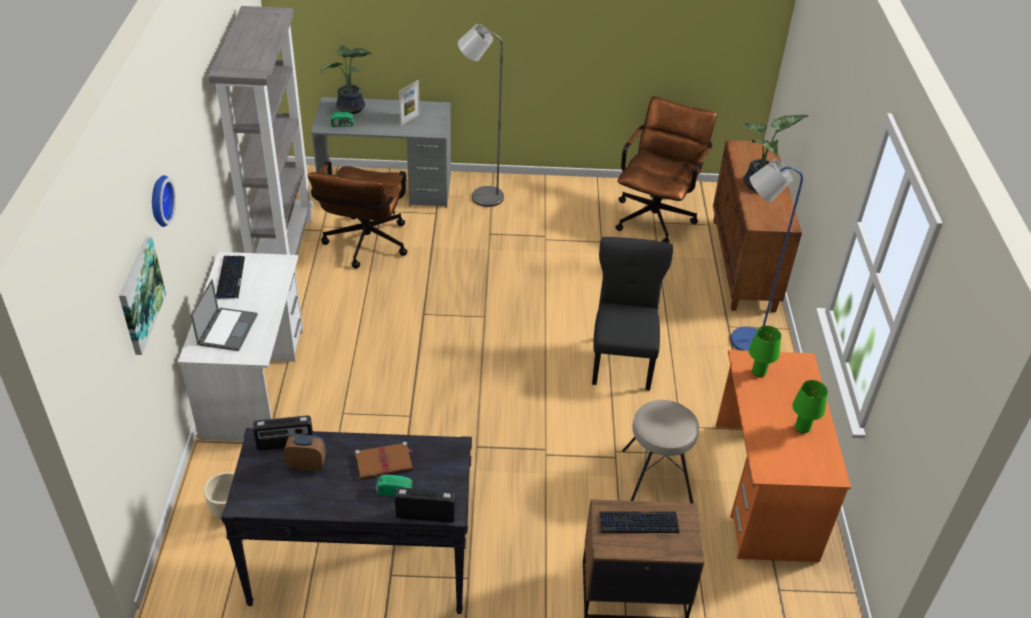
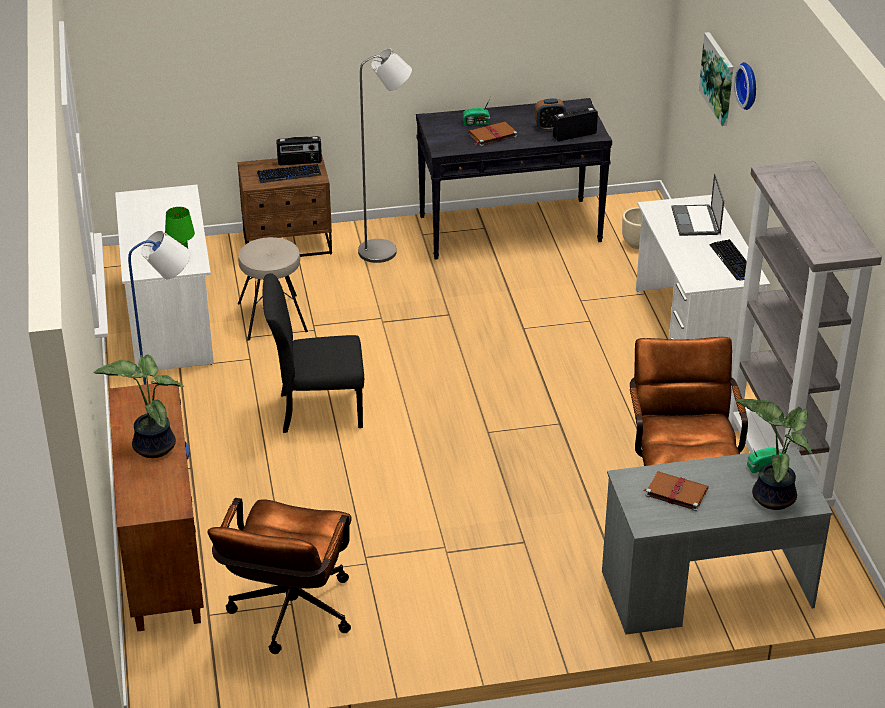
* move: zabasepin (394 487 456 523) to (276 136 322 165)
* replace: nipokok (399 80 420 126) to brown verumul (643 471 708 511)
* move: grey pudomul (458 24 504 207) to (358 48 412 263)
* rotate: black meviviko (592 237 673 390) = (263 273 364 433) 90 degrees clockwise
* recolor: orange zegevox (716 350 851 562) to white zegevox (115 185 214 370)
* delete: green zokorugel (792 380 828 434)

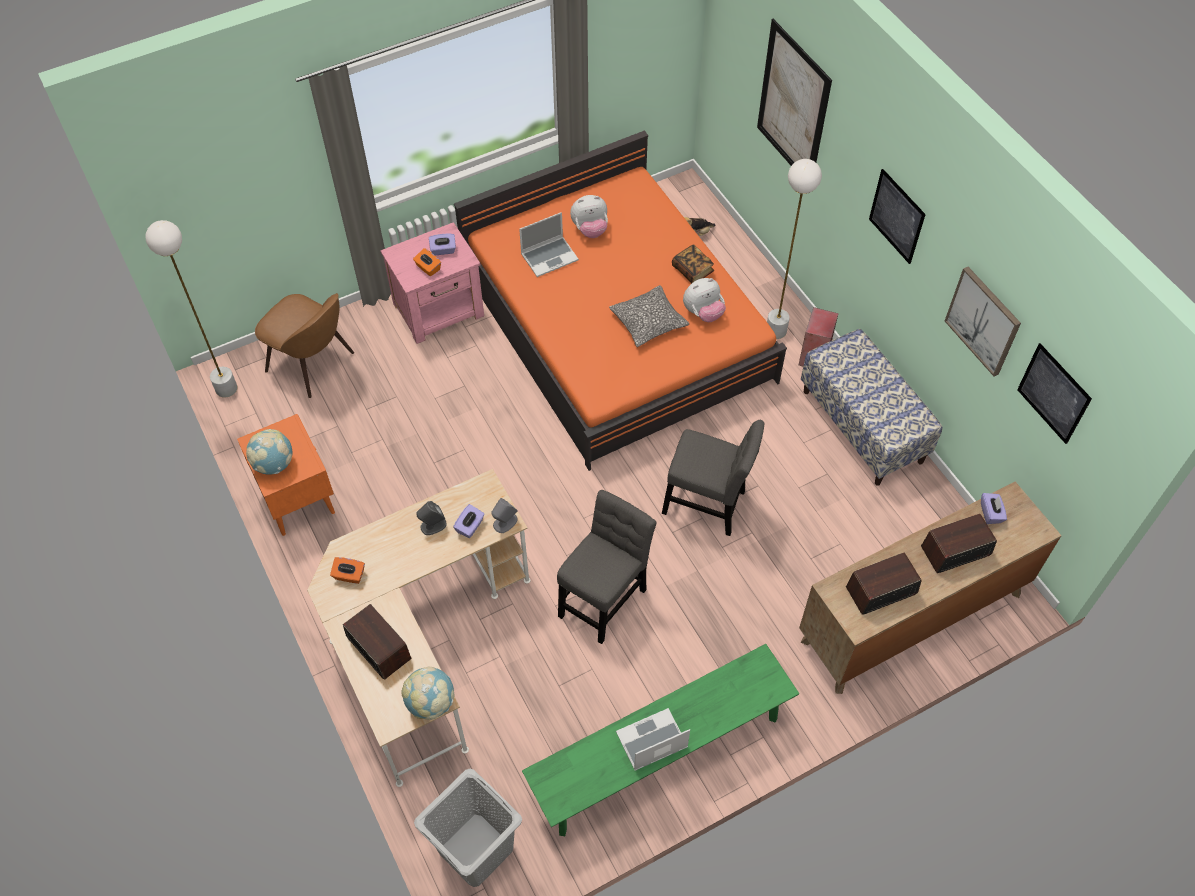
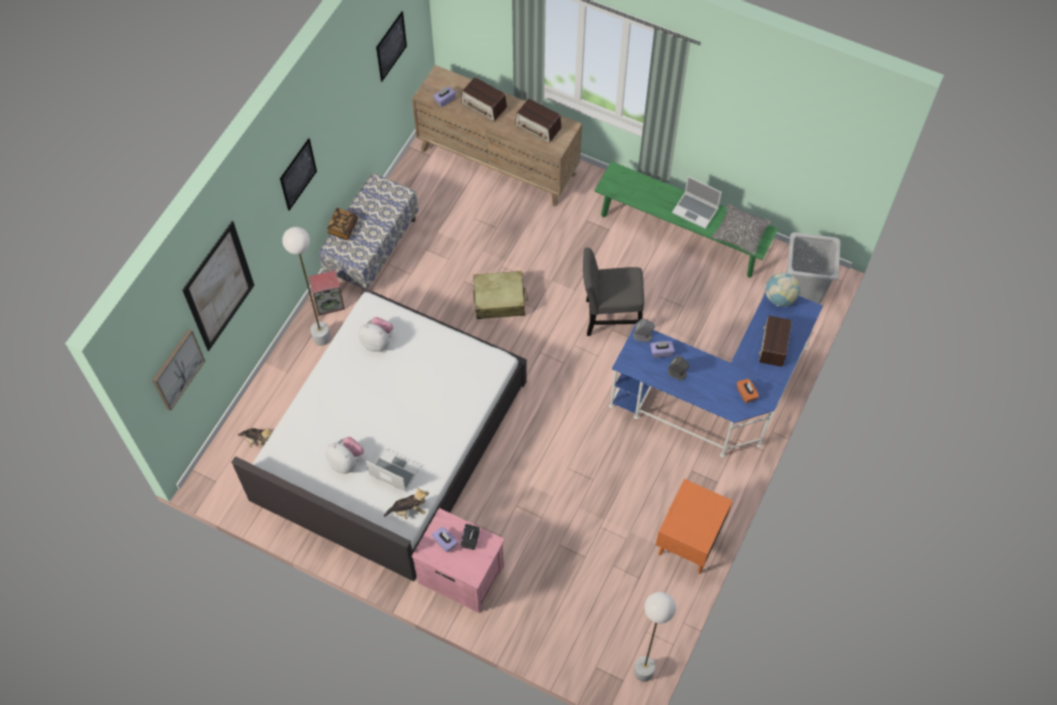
* delete: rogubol (246 429 292 475)
* delete: brown meviviko (255 293 354 398)
* recolor: beige zegevox (307 469 531 787) to blue zegevox (609 292 823 458)
* recolor: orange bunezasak (413 248 441 276) to black bunezasak (461 524 480 550)
* recolor: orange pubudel (454 131 787 471) to white pubudel (231 288 527 581)
* move: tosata (609 285 689 347) to (712 204 772 255)
* replace: grey meviviko (662 420 765 536) to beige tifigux (473 271 528 319)
* move: verumul (672 244 714 284) to (327 208 358 240)
* move: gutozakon (945 267 1021 376) to (152 329 205 411)
* insert: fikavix (384 488 429 519)

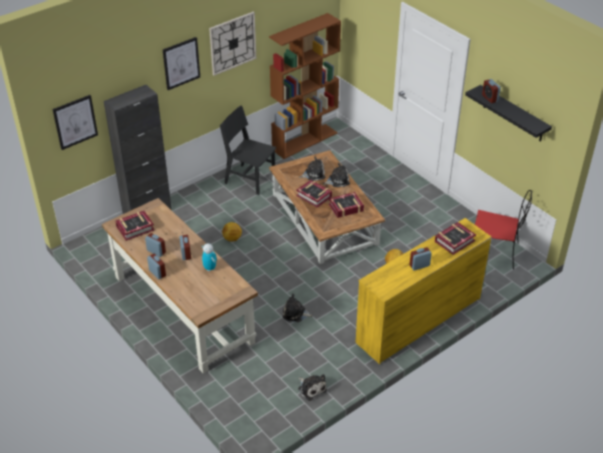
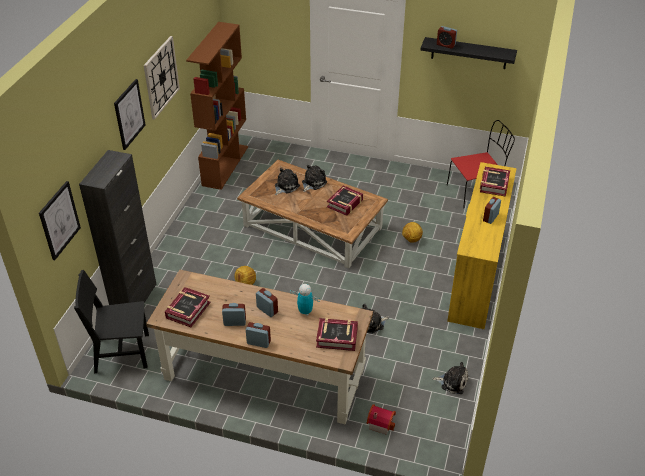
* move: black meviviko (220 106 276 195) to (74 270 149 373)
* move: verumul (296 180 332 208) to (316 318 358 351)
* insert: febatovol (367 404 396 435)

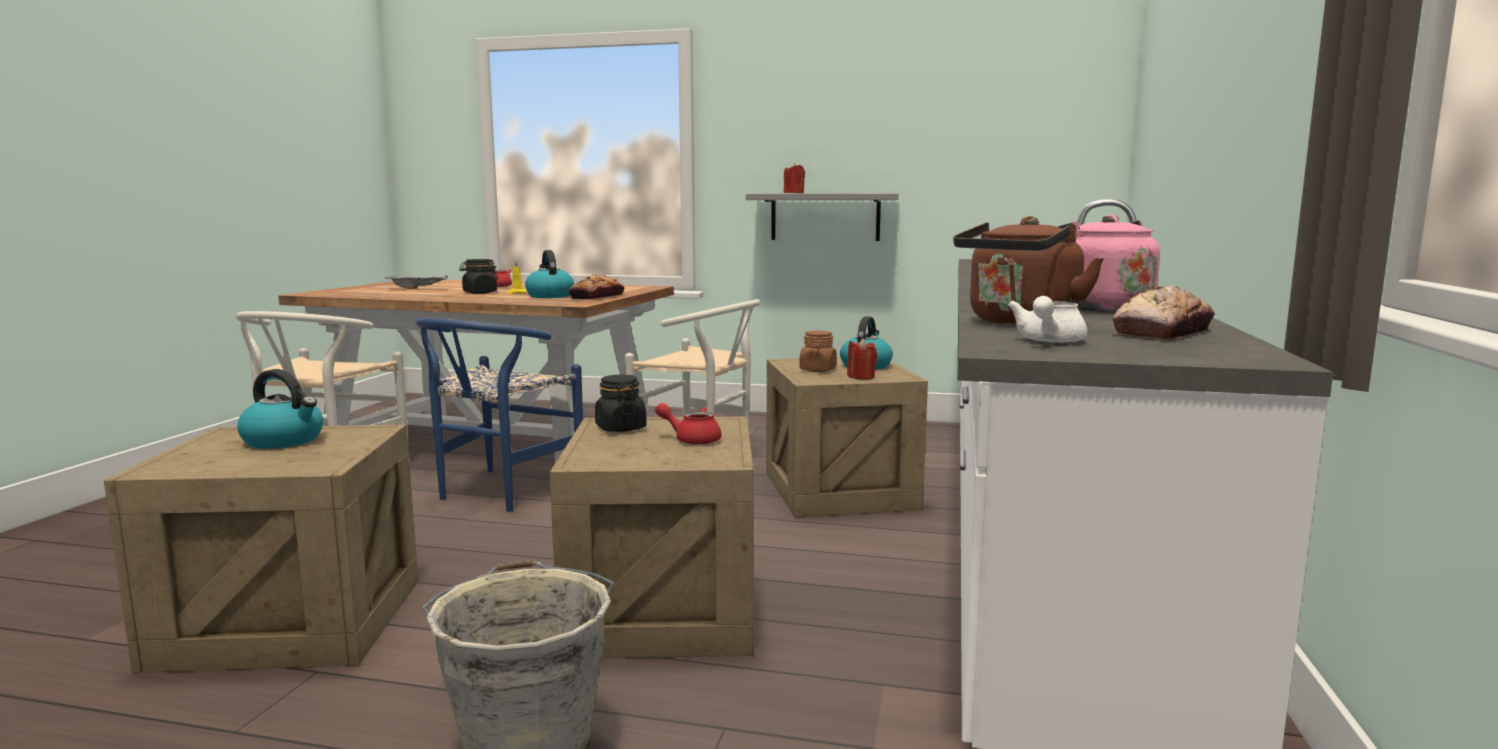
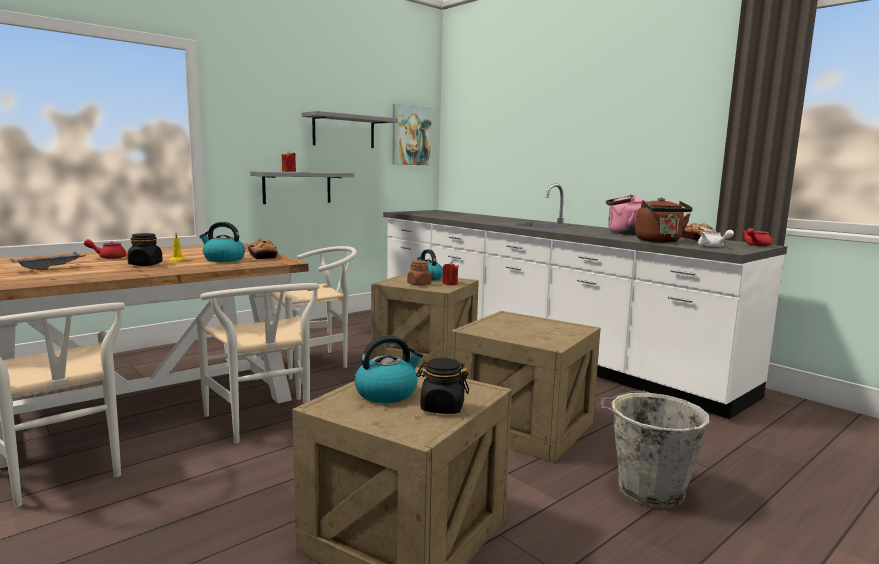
* recolor: blue meviviko (416 318 583 512) to white meviviko (197 283 319 443)
* move: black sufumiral (595 374 647 432) to (416 358 469 414)
* move: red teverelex (655 403 721 445) to (742 228 772 247)
* insert: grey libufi (302 111 398 148)
* insert: gutozakon (392 103 432 165)

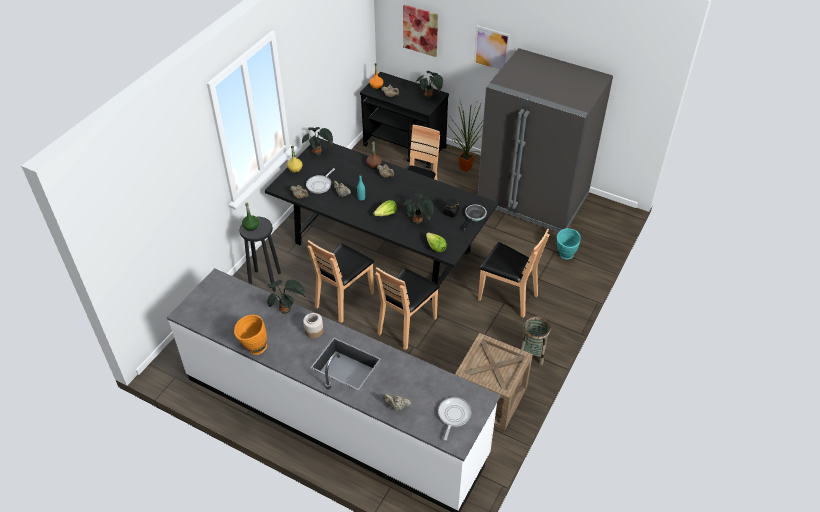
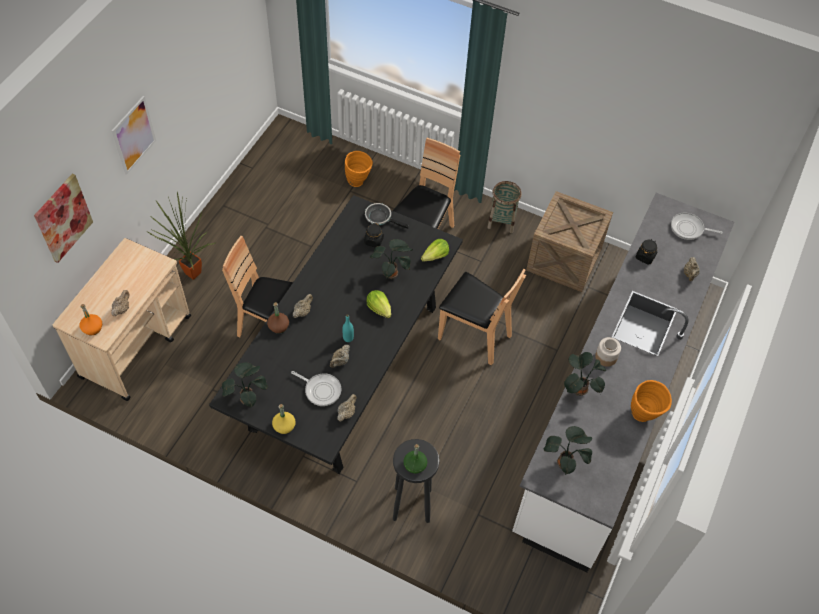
* delete: brown meviviko (307 240 374 323)
* recolor: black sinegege (360 72 449 169) to beige sinegege (52 238 191 401)
* move: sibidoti (416 71 443 98) to (544 426 592 475)
* delete: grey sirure (478 48 613 232)
* recolor: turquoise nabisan (557 228 581 259) to orange nabisan (345 151 373 187)
* insert: black sufumiral (636 239 657 265)

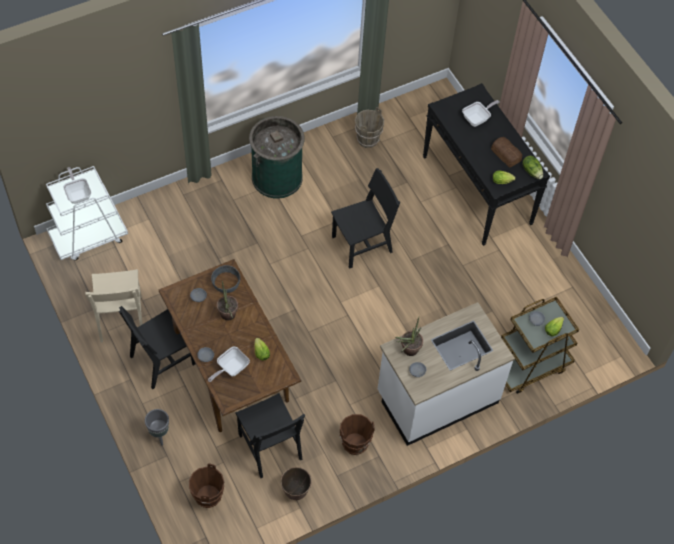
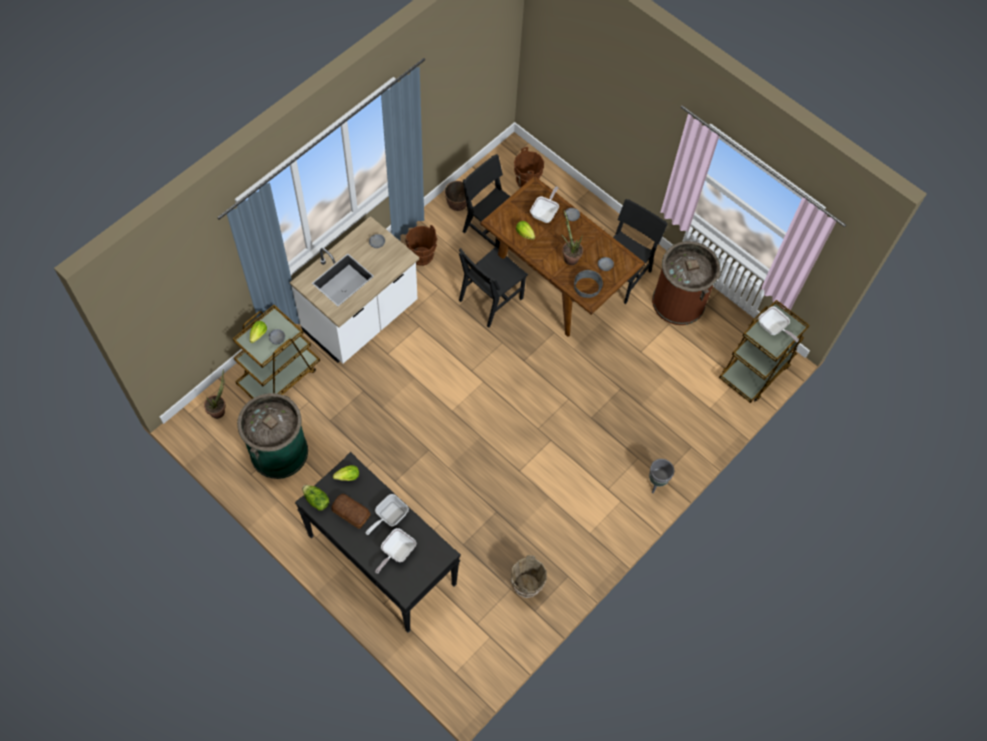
* recolor: white sinegege (46 166 128 261) to brown sinegege (719 300 810 403)
* replace: beige meviviko (85 269 143 342) to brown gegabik (652 241 720 325)
* move: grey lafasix (145 409 169 445) to (649 459 674 493)
* move: green gegabik (249 116 304 199) to (237 393 308 479)
* move: black meviviko (331 168 400 269) to (459 246 528 328)
* move: sibidoti (395 317 423 356) to (204 369 226 419)
* insert: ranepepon (366 494 409 535)

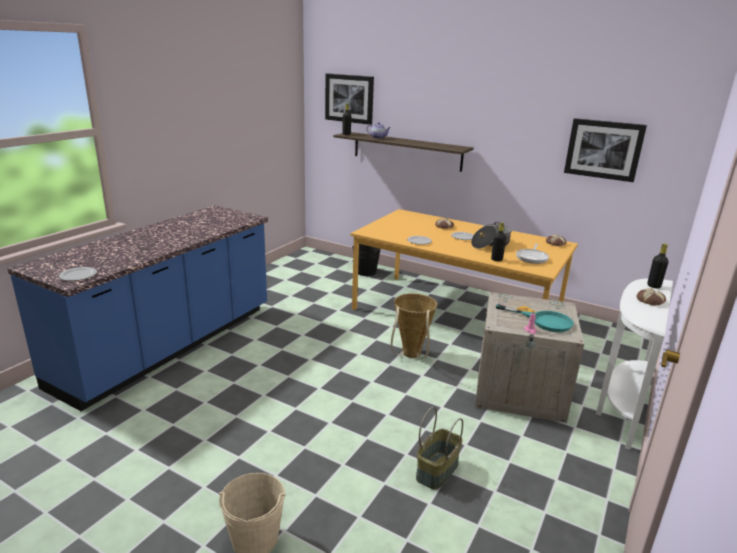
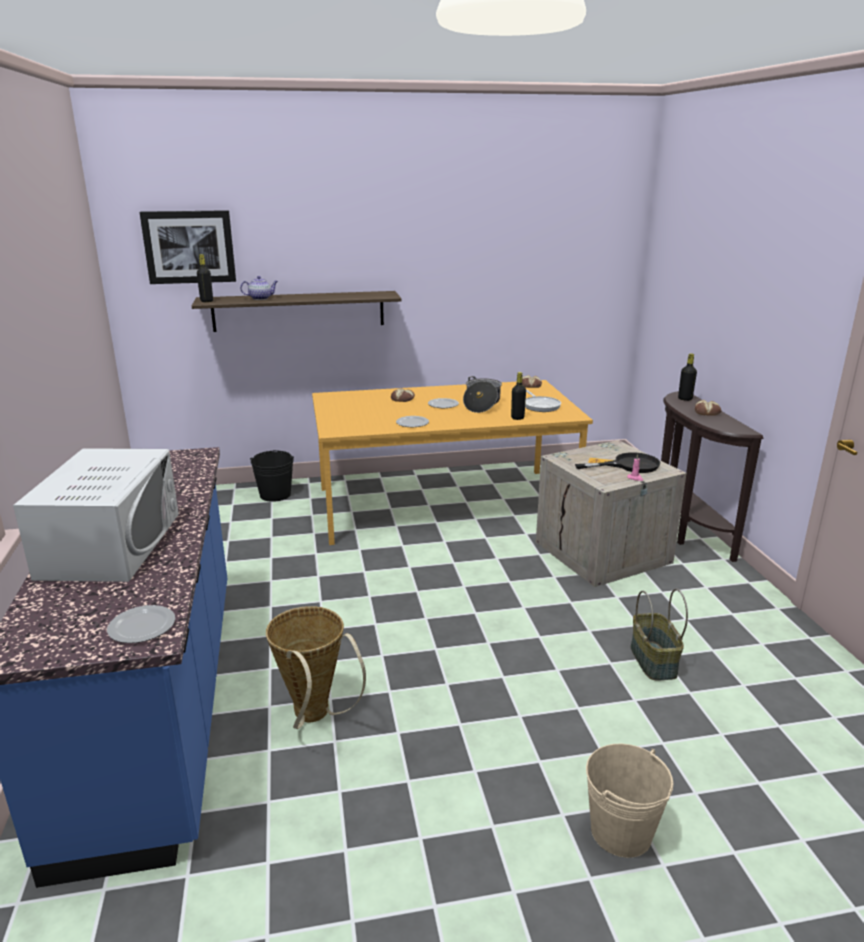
* move: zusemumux (391 293 437 359) to (266 606 366 729)
* recolor: turquoise ranepepon (496 304 574 332) to black ranepepon (575 452 660 473)
* delete: gutozakon (564 118 647 182)
* recolor: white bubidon (596 278 673 450) to brown bubidon (661 391 764 562)
* insert: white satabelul (13 448 179 582)

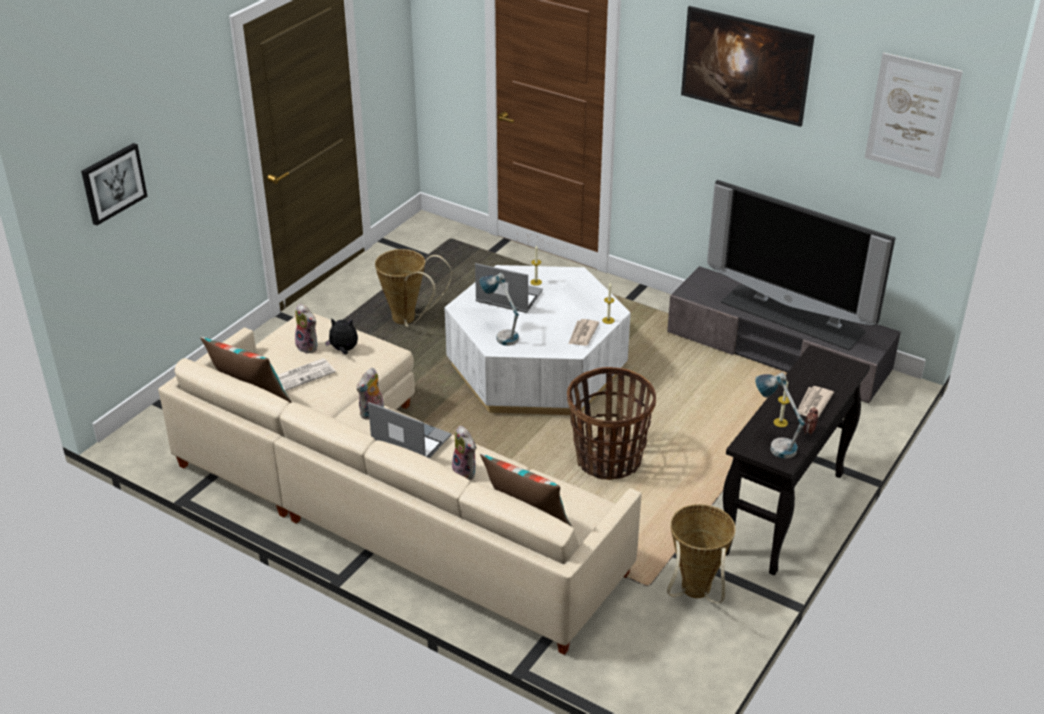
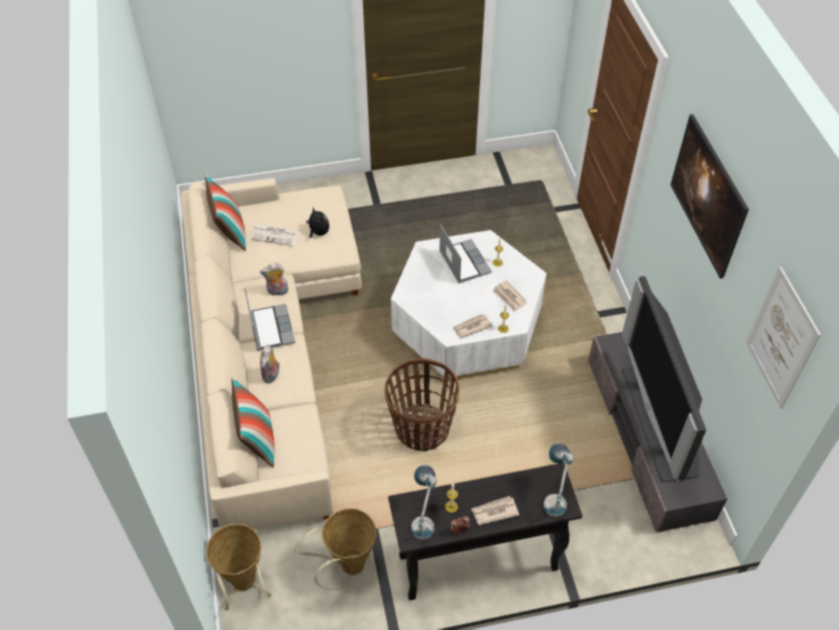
* delete: gutozakon (81 143 148 226)
* delete: fikavix (295 304 317 354)
* move: zusemumux (375 249 452 327) to (206 524 271 611)
* move: zokorugel (480 273 519 346) to (543 442 574 517)
* insert: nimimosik (493 280 527 312)

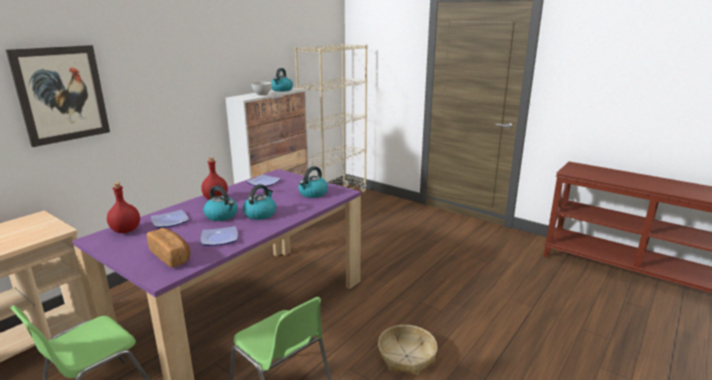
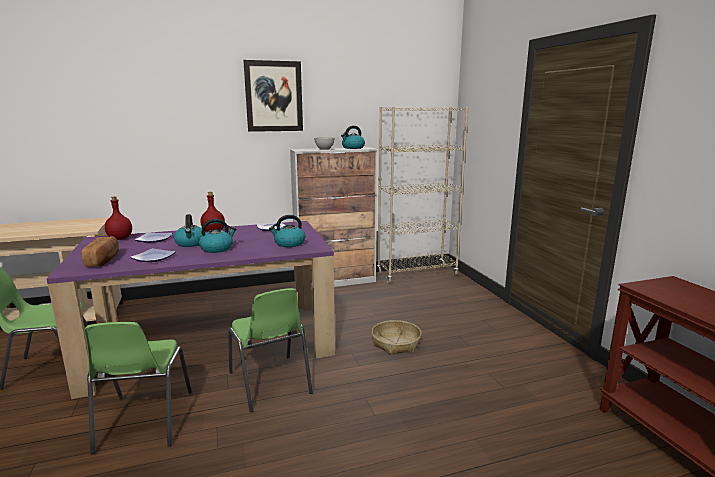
* move: gutozakon (6 45 110 147) to (243 60 303 132)
* move: zusemumux (378 325 437 375) to (372 320 422 355)
* insert: green meviviko (228 288 313 412)

